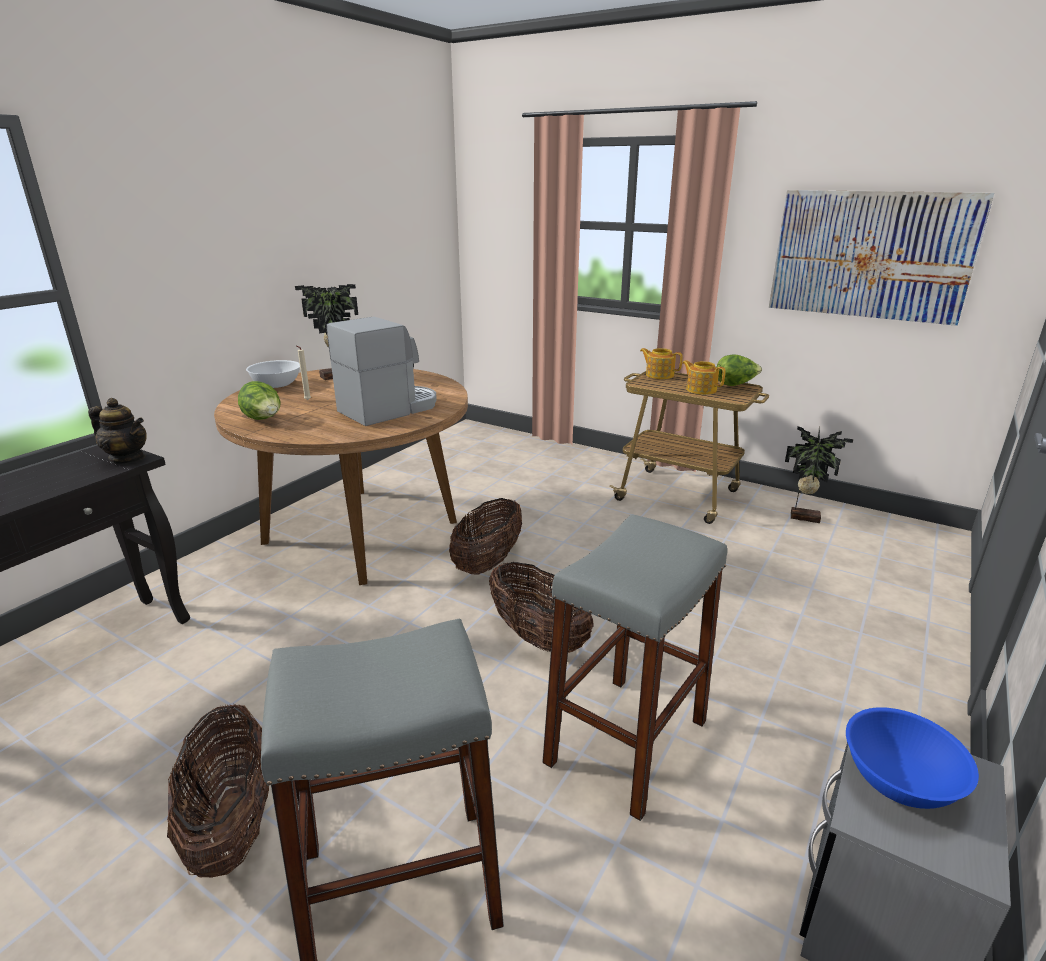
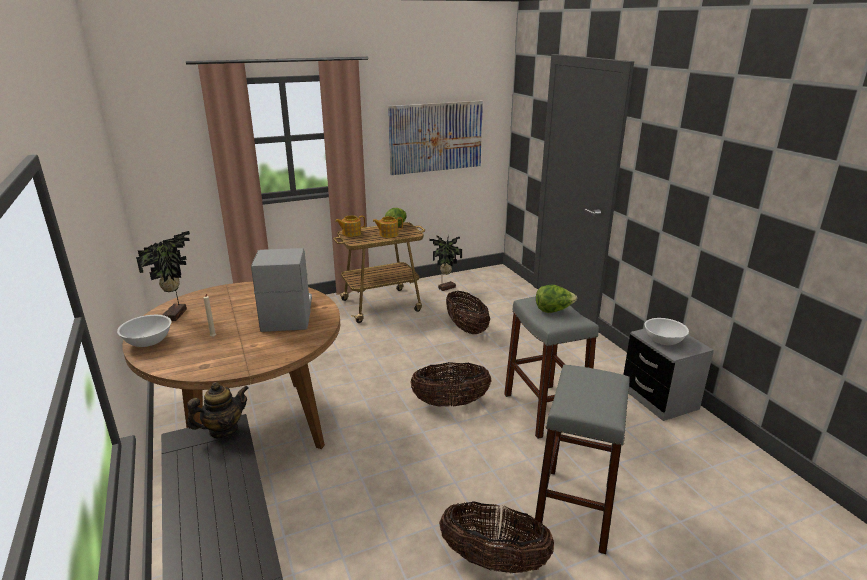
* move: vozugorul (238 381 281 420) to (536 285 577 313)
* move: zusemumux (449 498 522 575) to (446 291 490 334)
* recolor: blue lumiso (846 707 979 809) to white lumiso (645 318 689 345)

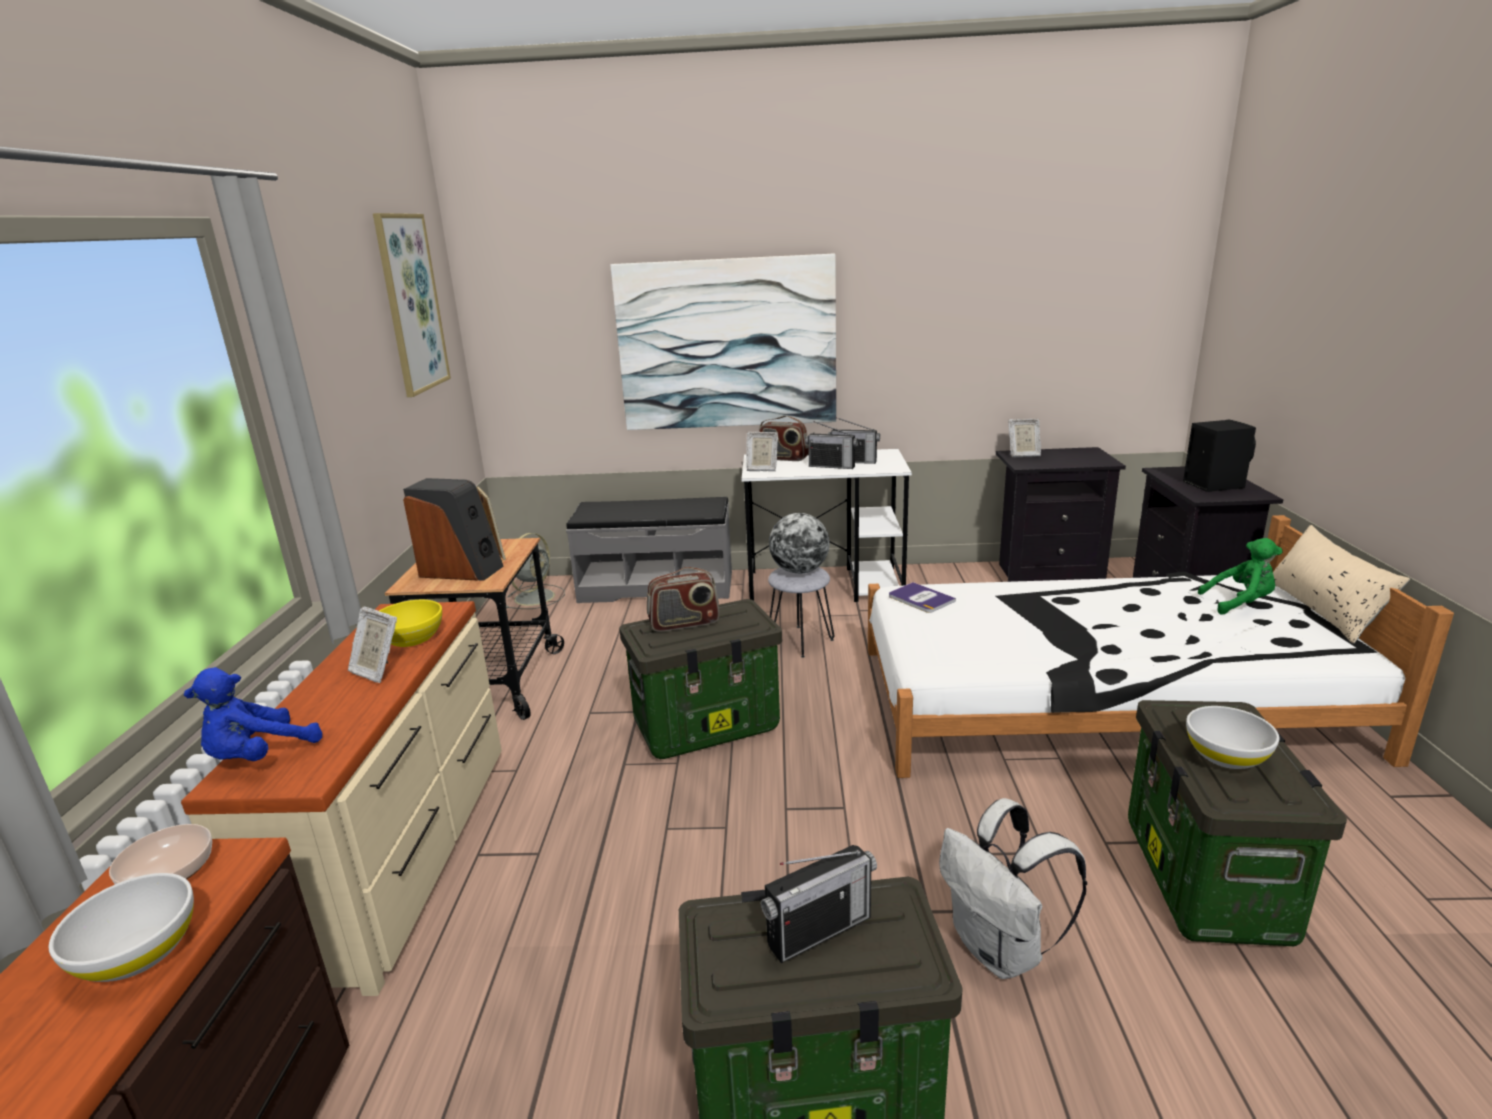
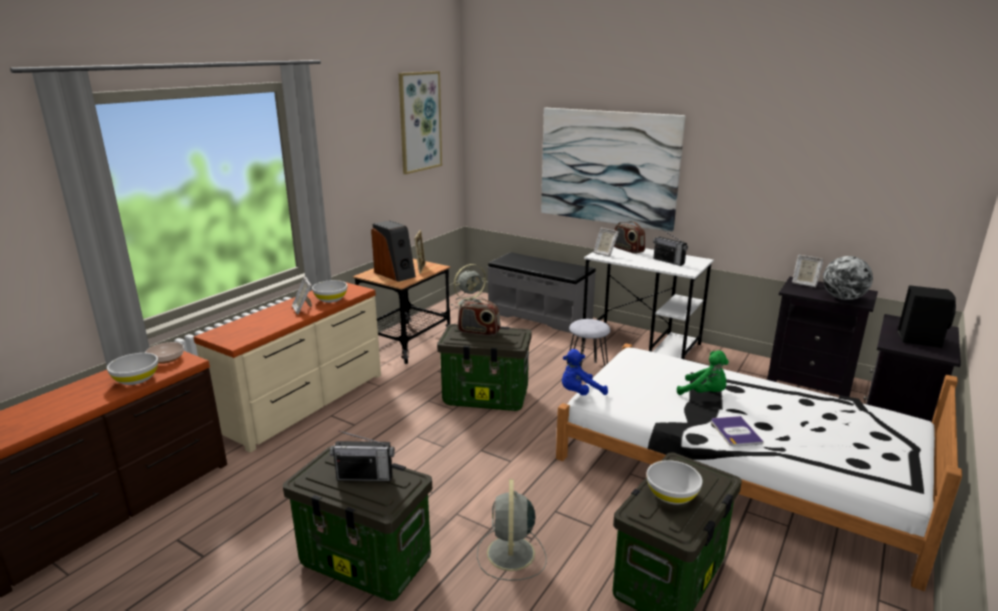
* move: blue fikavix (184 667 322 761) to (562 349 608 395)
* recolor: yellow lumiso (379 600 442 647) to white lumiso (312 280 347 303)
* move: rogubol (769 513 830 574) to (823 256 873 300)
* delete: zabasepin (805 421 858 469)
* move: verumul (889 582 956 613) to (711 416 764 447)
* replace: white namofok (939 798 1087 979) to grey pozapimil (477 479 547 581)
* move: green fikavix (1198 538 1283 615) to (677 350 729 395)
* delete: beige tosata (1273 525 1410 644)

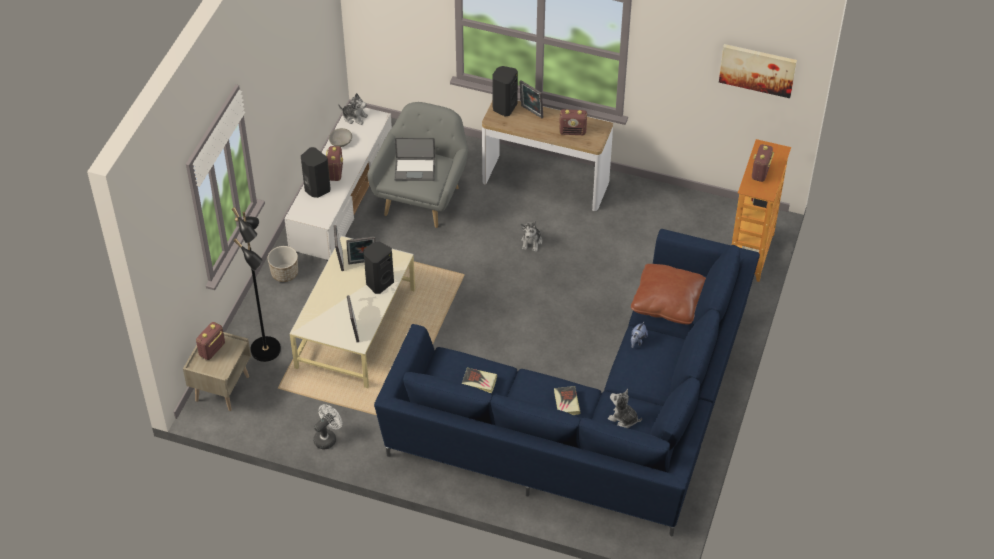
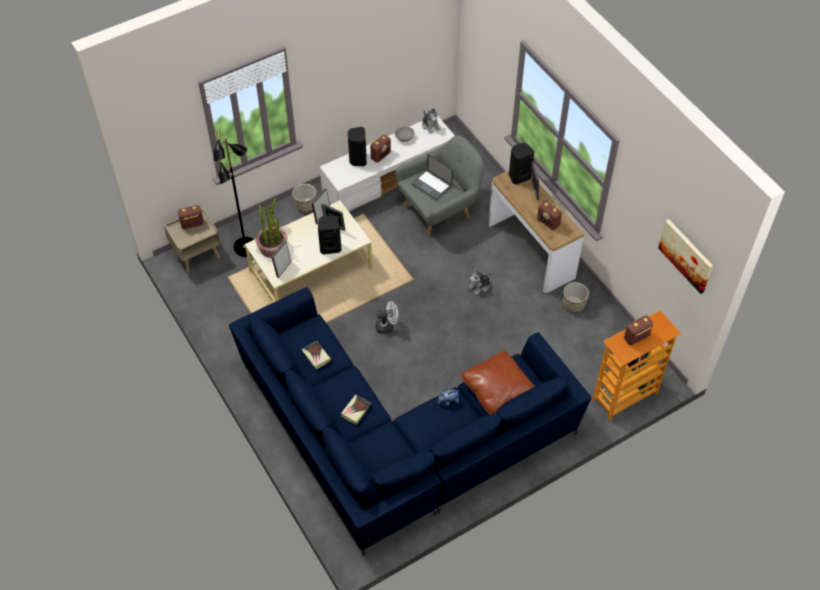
* move: white pozapimil (313 404 342 449) to (375 301 398 334)
* delete: fikavix (608 389 642 428)
* insert: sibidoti (256 197 287 258)
* insert: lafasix (563 282 589 313)

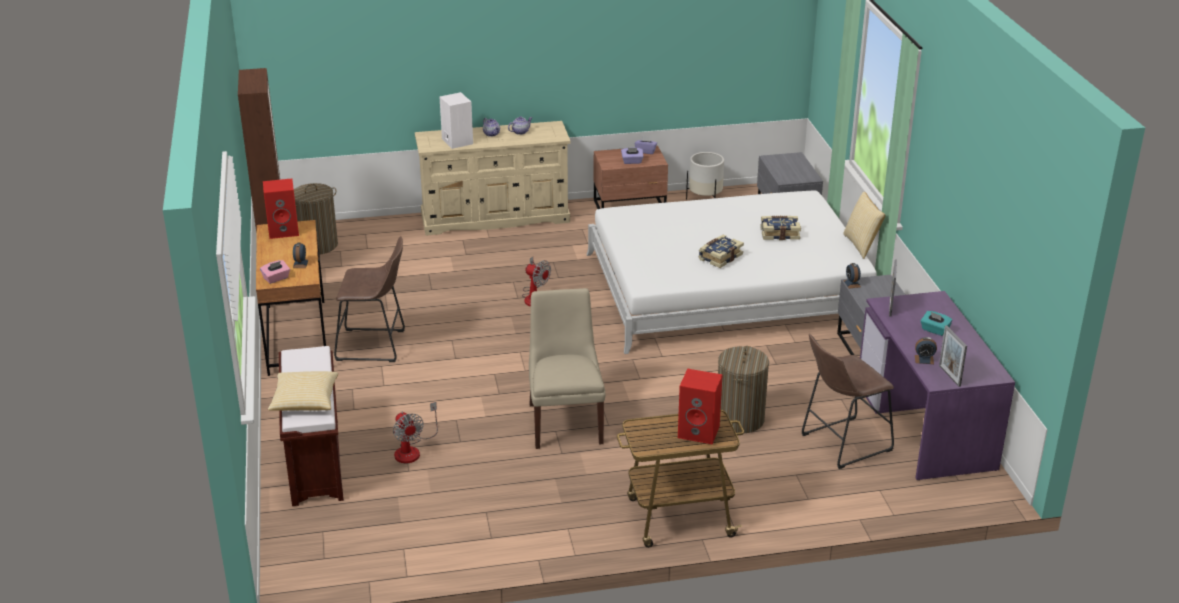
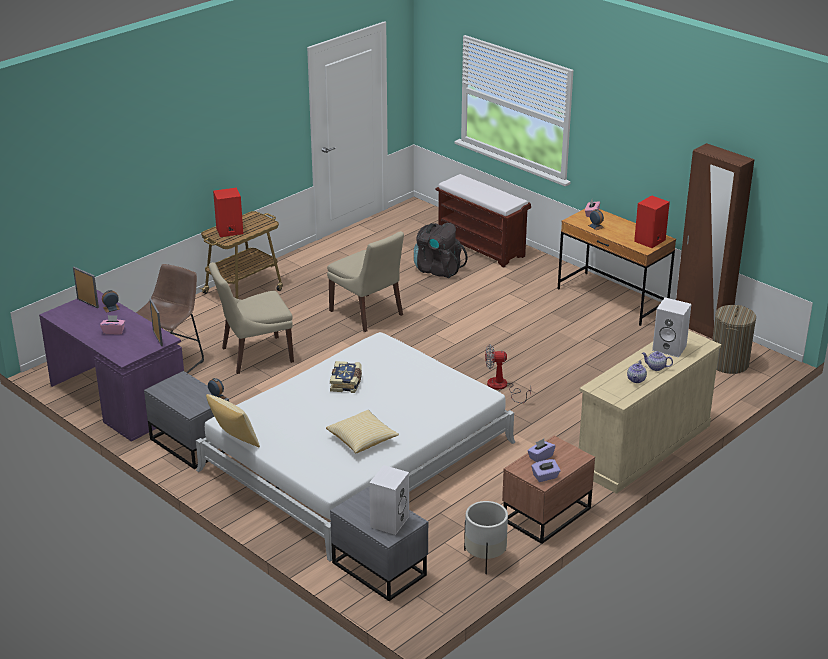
* move: tosata (268 371 338 411) to (326 410 399 453)
* delete: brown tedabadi (334 236 405 362)
* replace: pozapimil (393 402 438 463) to black namofok (414 223 468 278)
* replace: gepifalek (718 346 769 433) to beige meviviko (209 262 294 374)
* delete: verumul (760 216 801 240)
* recolor: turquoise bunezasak (921 311 952 336) to pink bunezasak (100 315 125 334)
* insert: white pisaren (369 465 409 535)

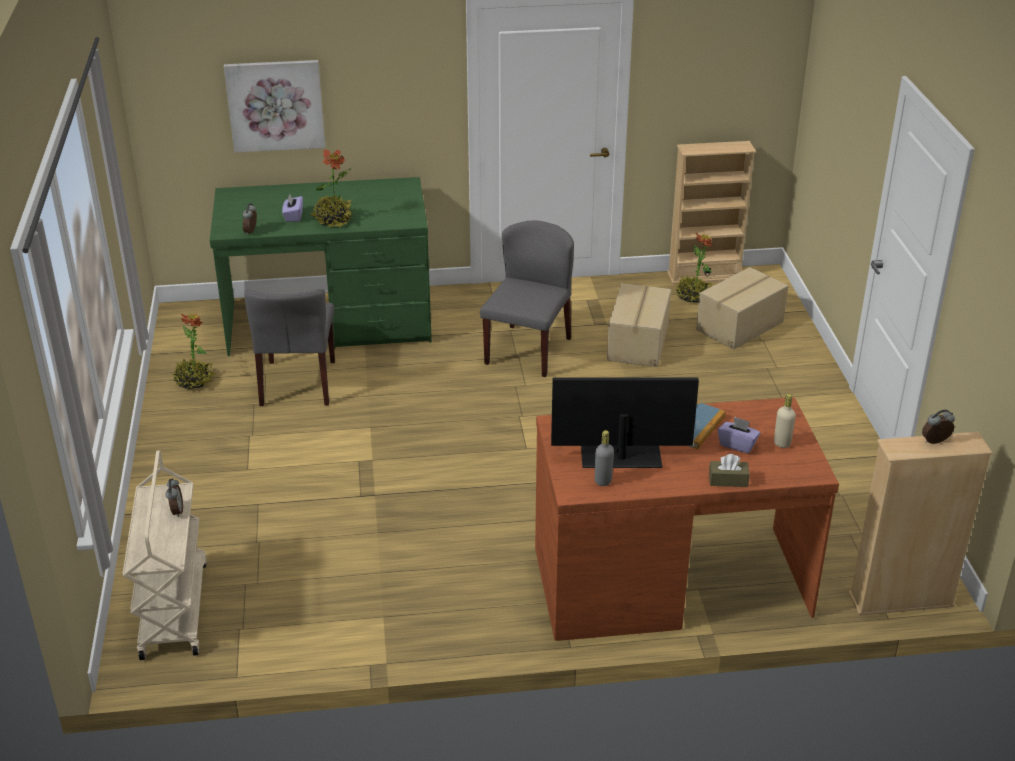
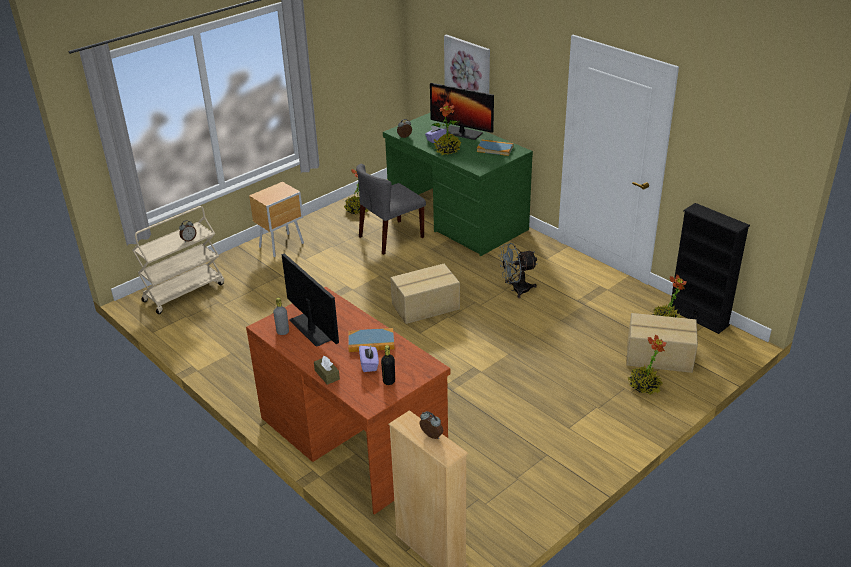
* replace: grey meviviko (480 221 574 377) to grey pozapimil (499 243 537 298)
* move: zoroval (607 283 671 367) to (390 264 460 324)
* recolor: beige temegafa (667 141 756 284) to black temegafa (670 203 750 334)
* recolor: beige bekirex (774 394 796 448) to black bekirex (381 345 395 385)
* insert: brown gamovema (249 182 304 257)
* insert: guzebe (430 83 494 140)
* insert: verumul (477 140 514 156)
* insert: sibidoti (628 335 667 395)

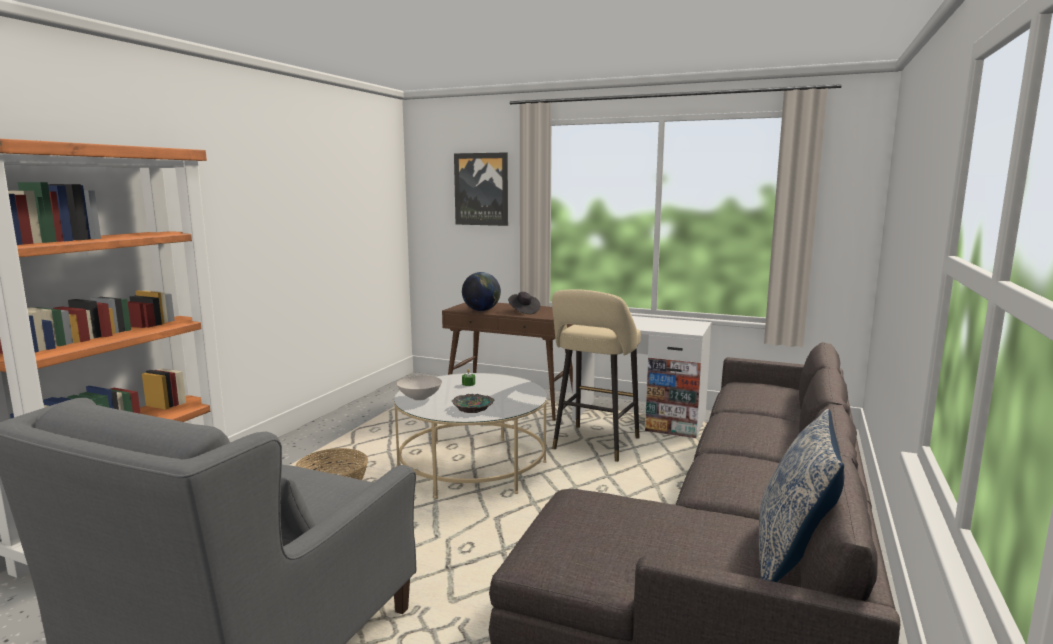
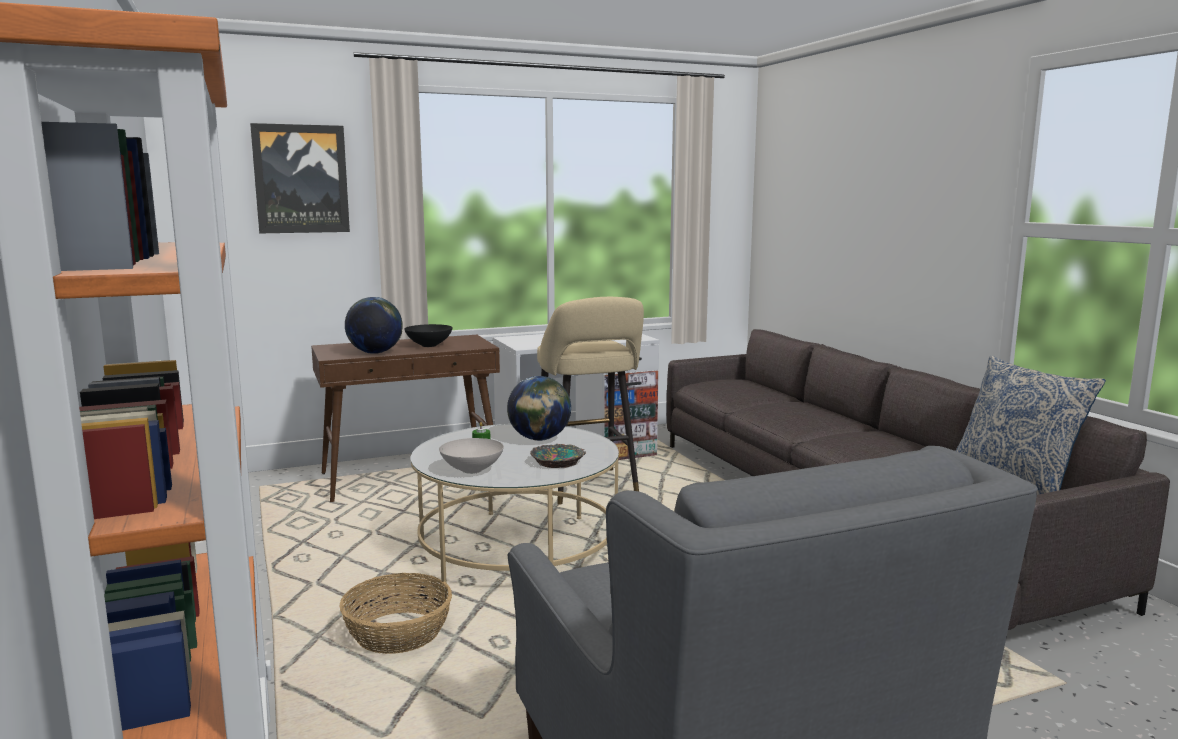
* replace: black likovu (508 292 540 314) to black lumiso (404 324 453 347)
* insert: rogubol (507 376 571 441)

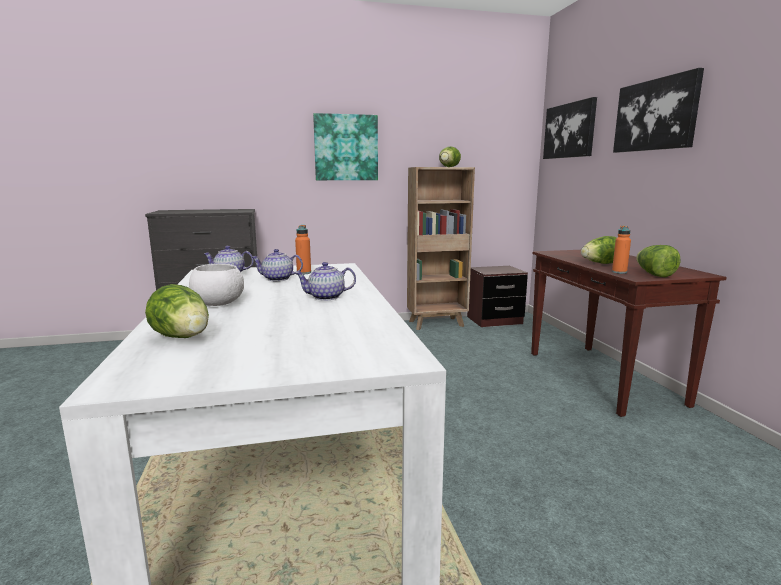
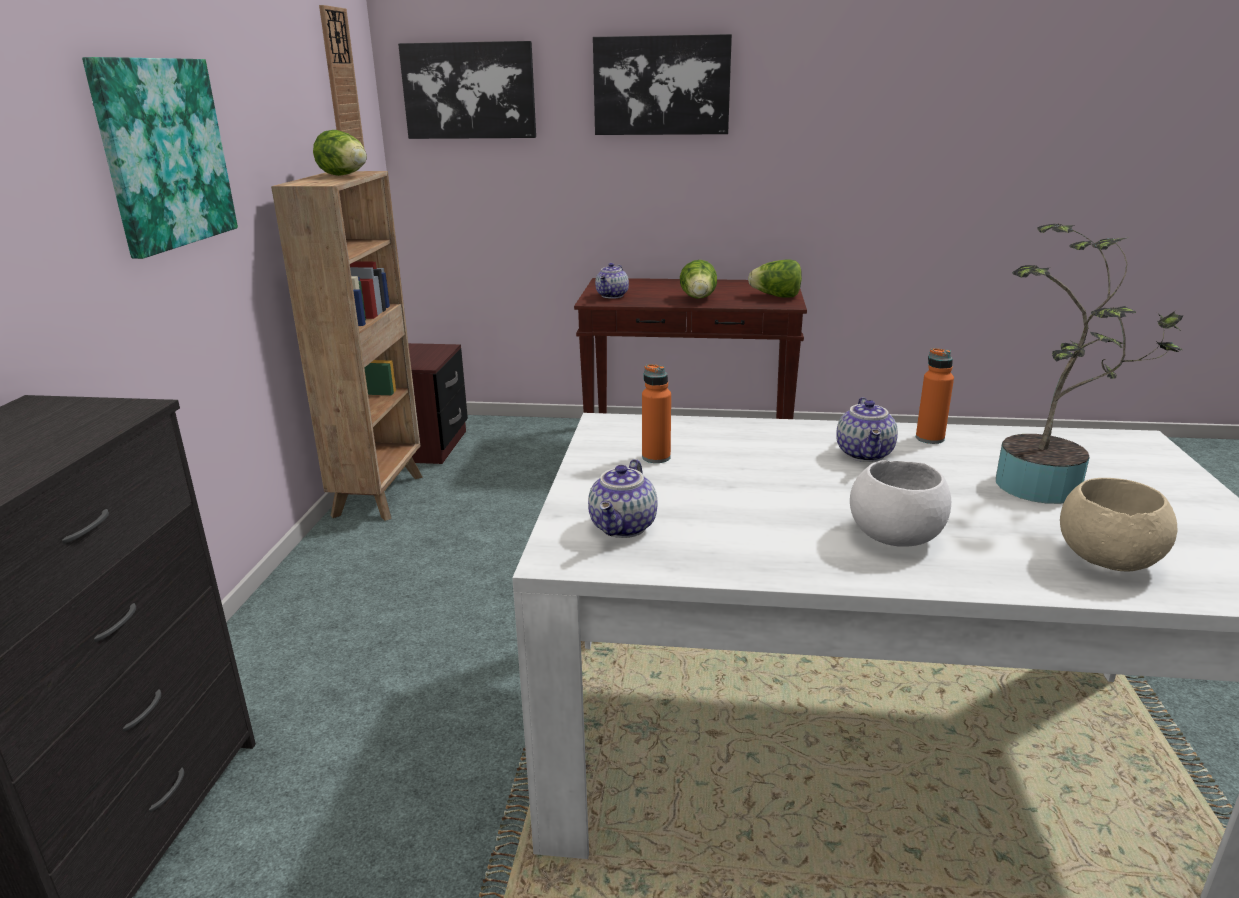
* replace: vozugorul (145 284 209 338) to beige lumiso (1060 478 1177 572)
* move: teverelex (251 249 303 281) to (595 263 629 299)
* move: orange bekirex (612 226 631 274) to (916 348 954 444)
* insert: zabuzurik (319 5 364 147)
* insert: sibidoti (996 223 1184 504)

